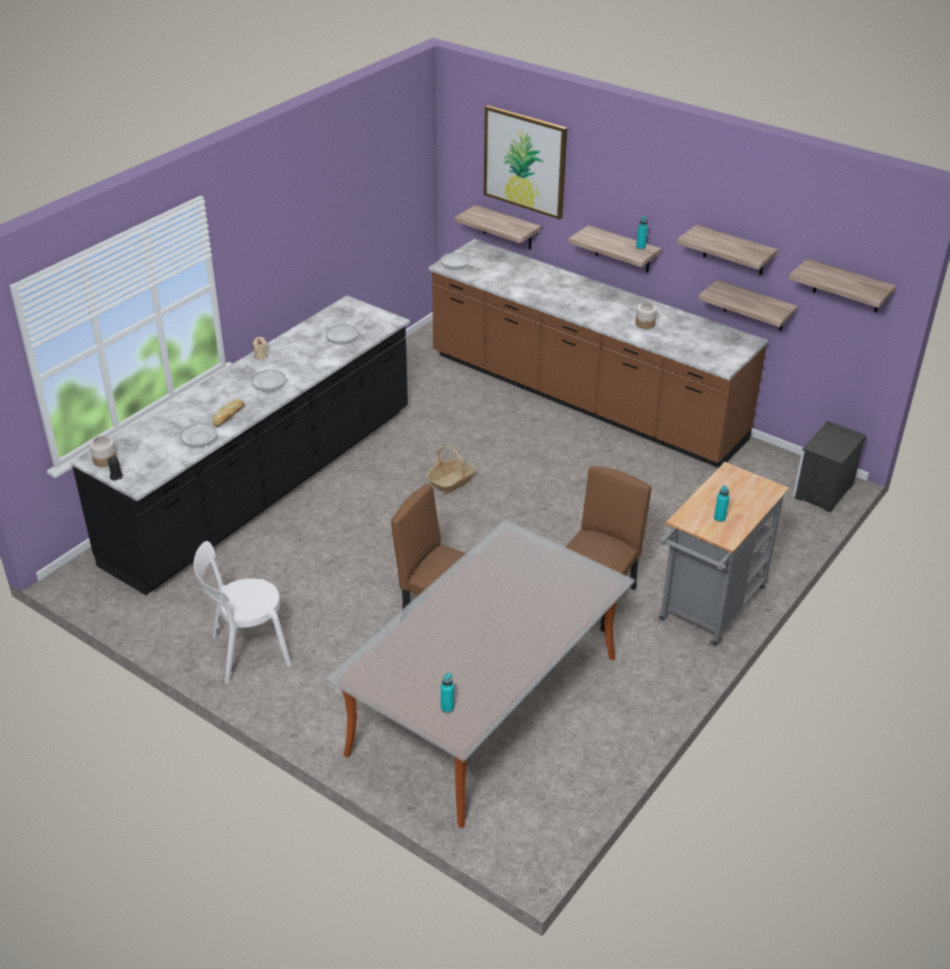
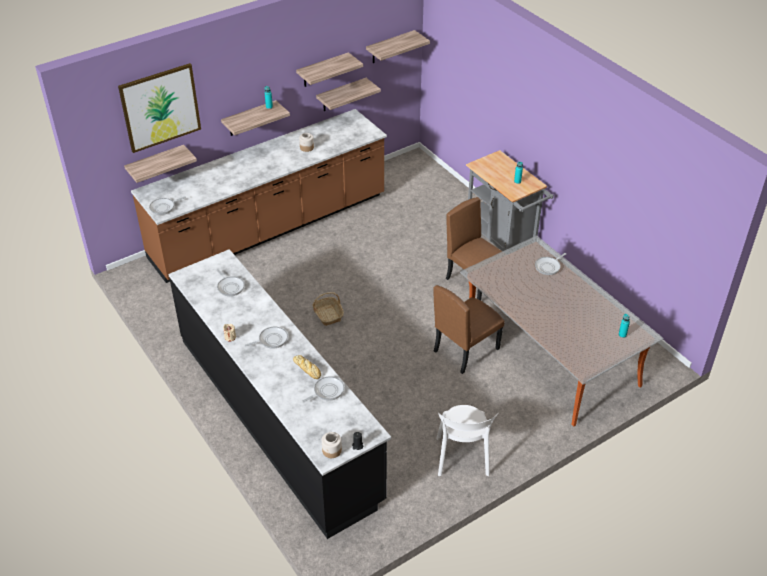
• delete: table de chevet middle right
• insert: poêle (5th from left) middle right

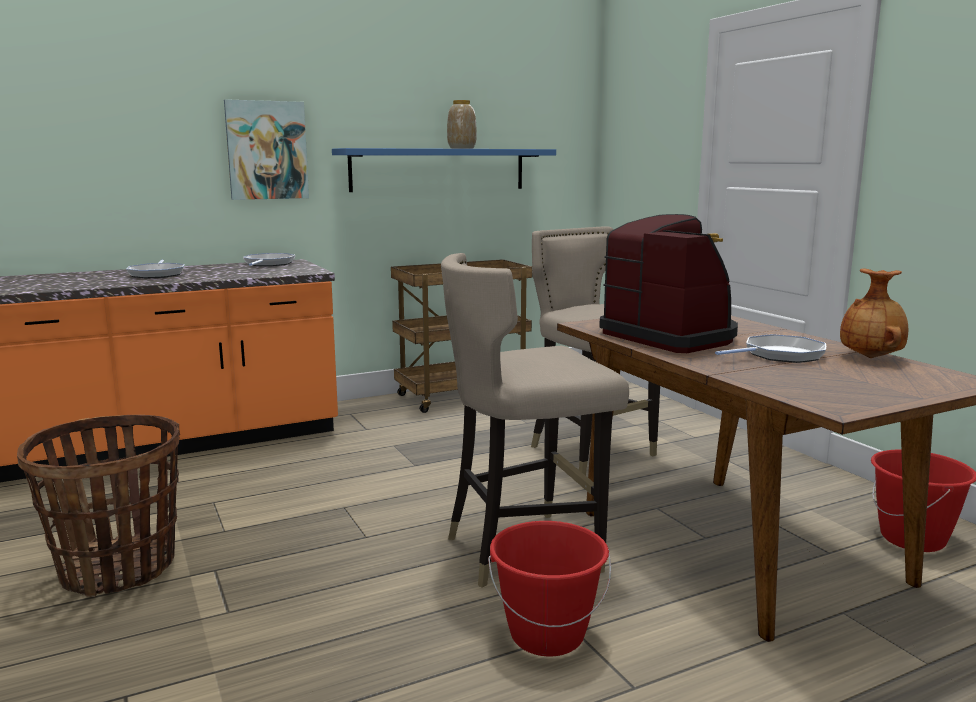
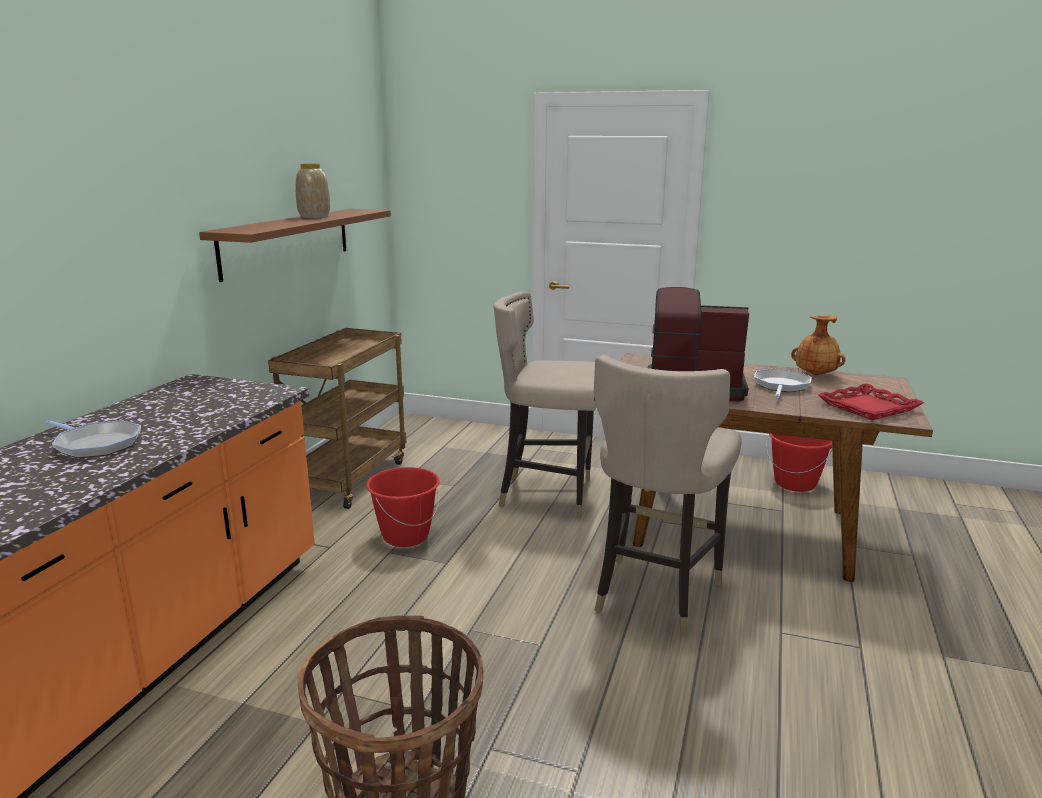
• delete: tableau top left
• delete: poêle (2nd from left) middle left
• recolor: étagère/bleu top centre to étagère/marron top left
• move: seau/rouge (1st from left) bottom centre to centre
• insert: plateau/rouge middle right

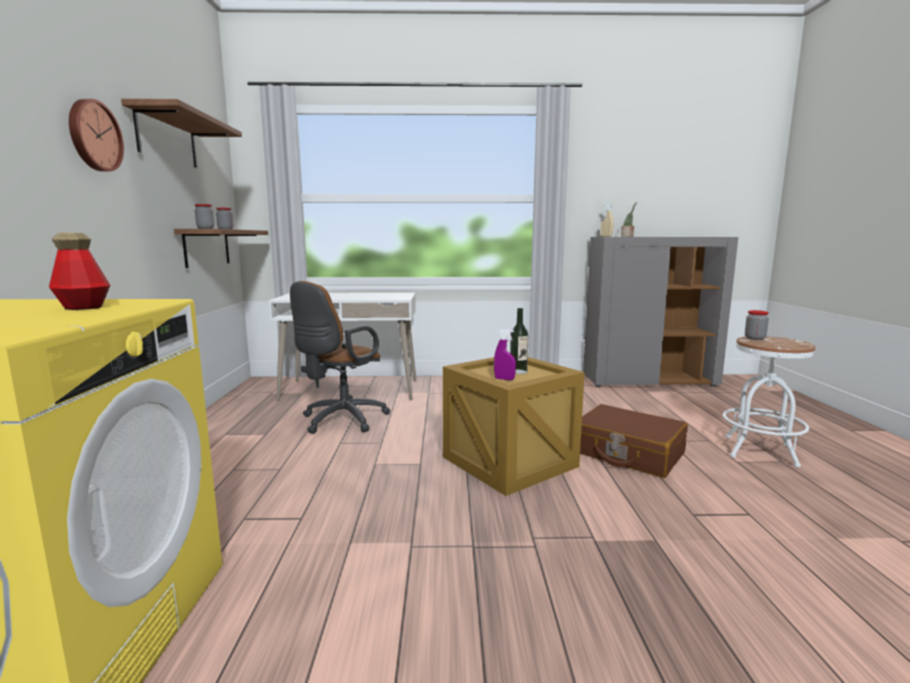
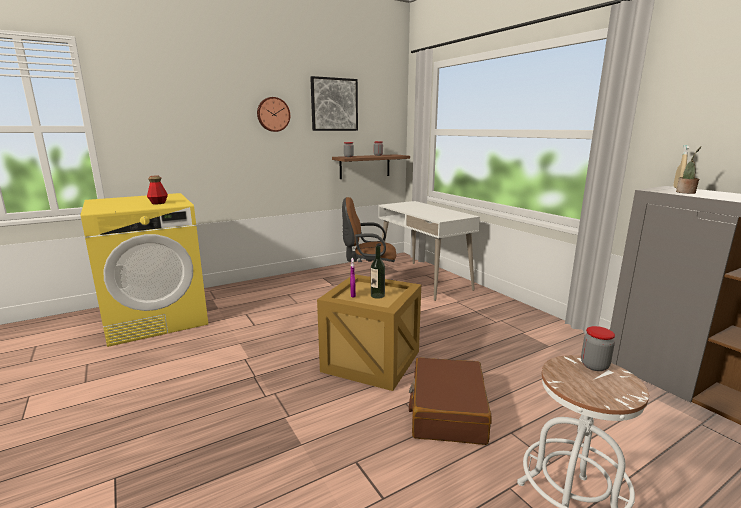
• replace: étagère (1st from left) top left to tableau top centre

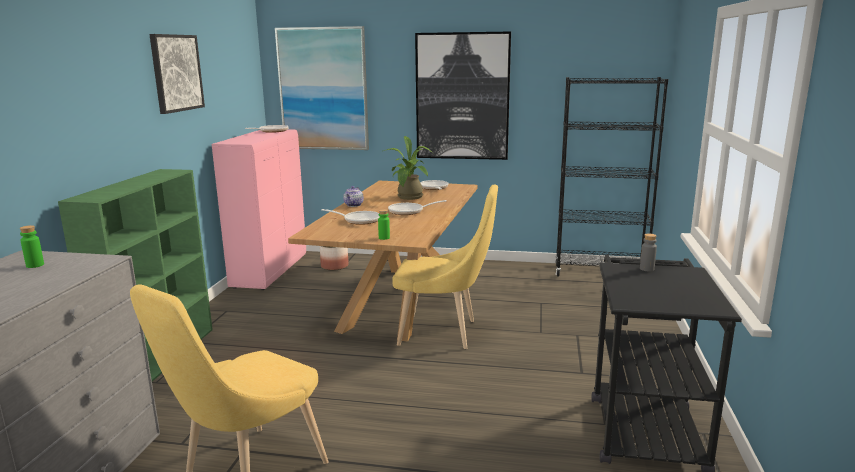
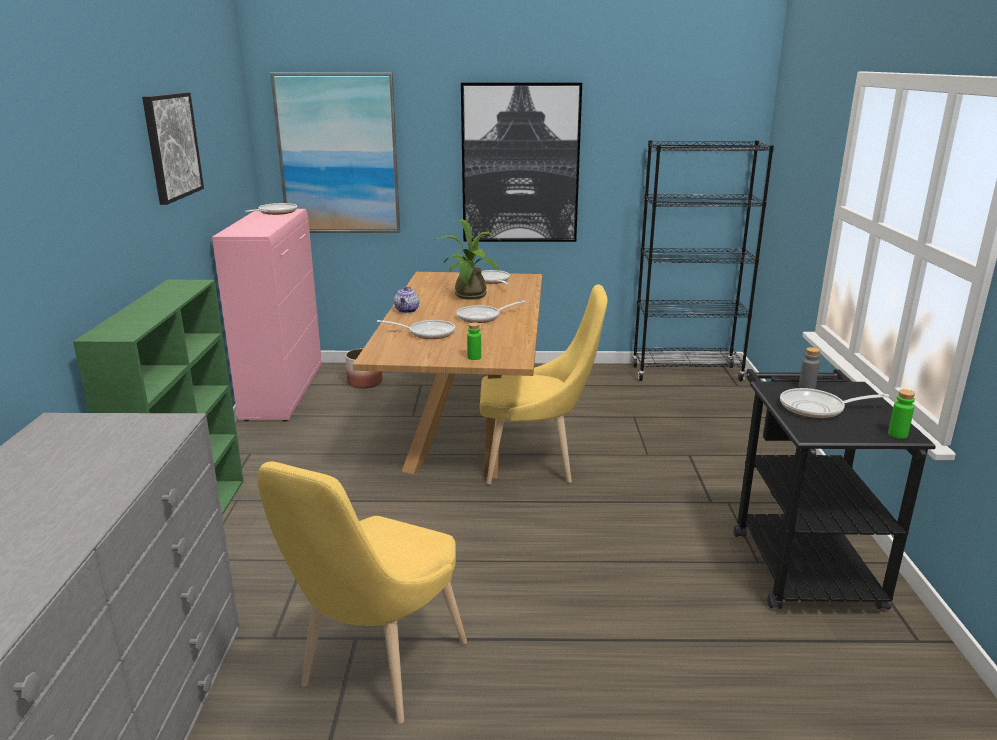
• move: bouteille/vert (1st from left in the first image) middle left to bouteille/vert (2nd from left) middle right
• insert: poêle (5th from left) middle right

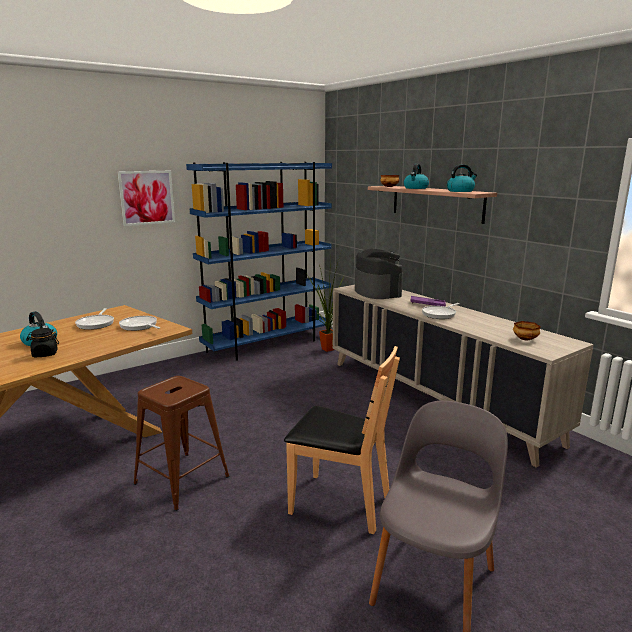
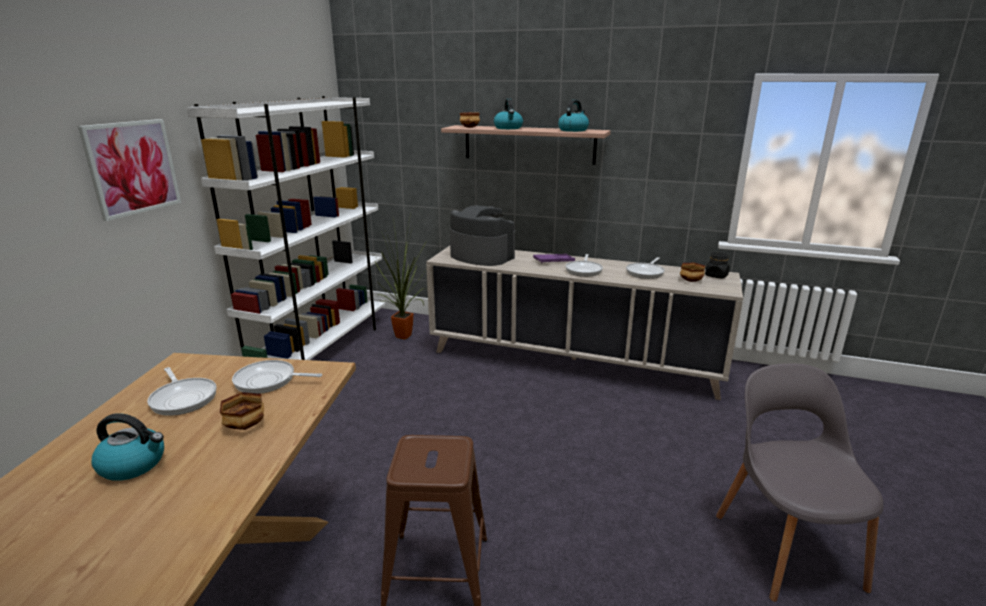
• move: bocal/noir middle left to middle right
• recolor: bibliothèque/bleu centre to bibliothèque/blanc middle left
• delete: chaise/marron bottom centre
• insert: bol (1st from left) bottom left
• insert: poêle (4th from left) centre

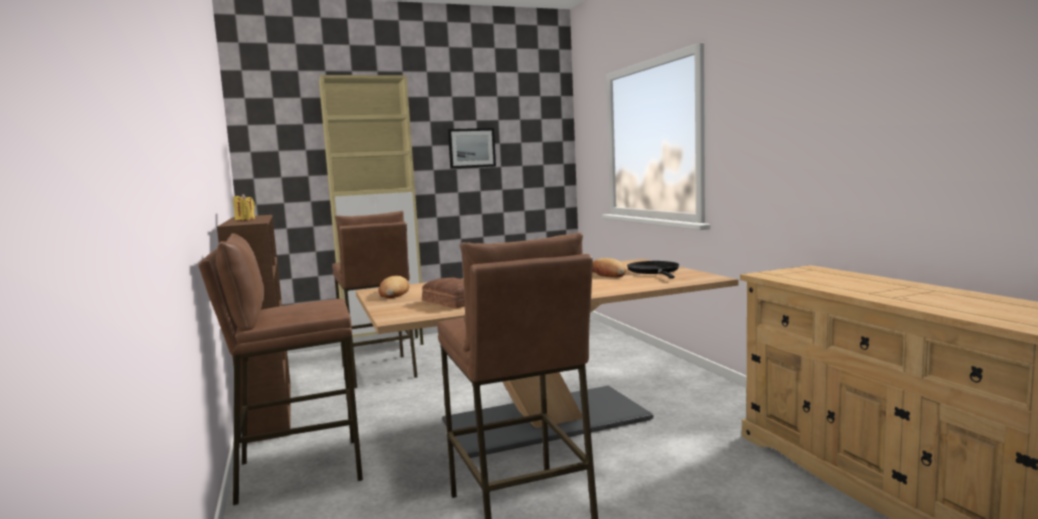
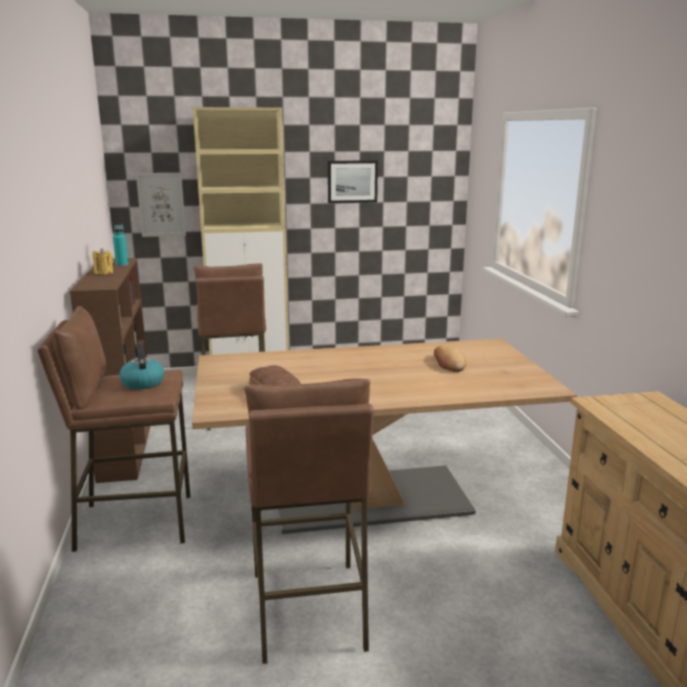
• delete: pain (1st from left) centre
• delete: poêle/noir centre
• insert: bouteille/turquoise middle left
• insert: bouilloire middle left
• insert: tableau (1st from left) top left

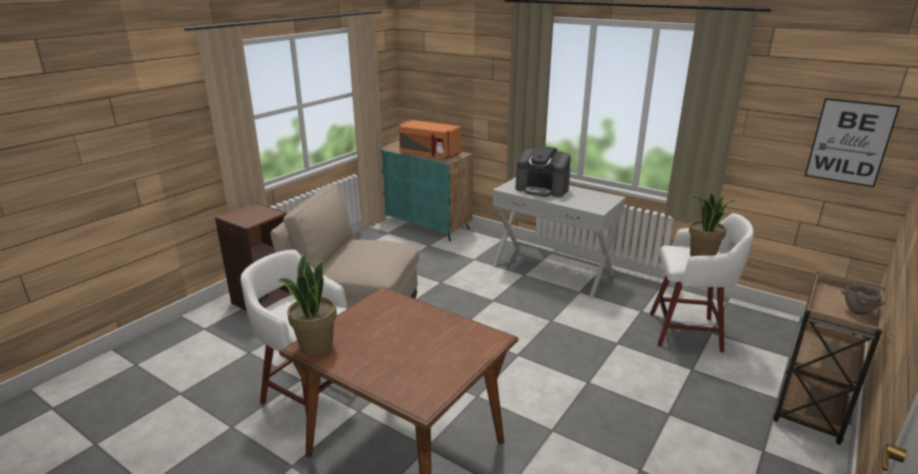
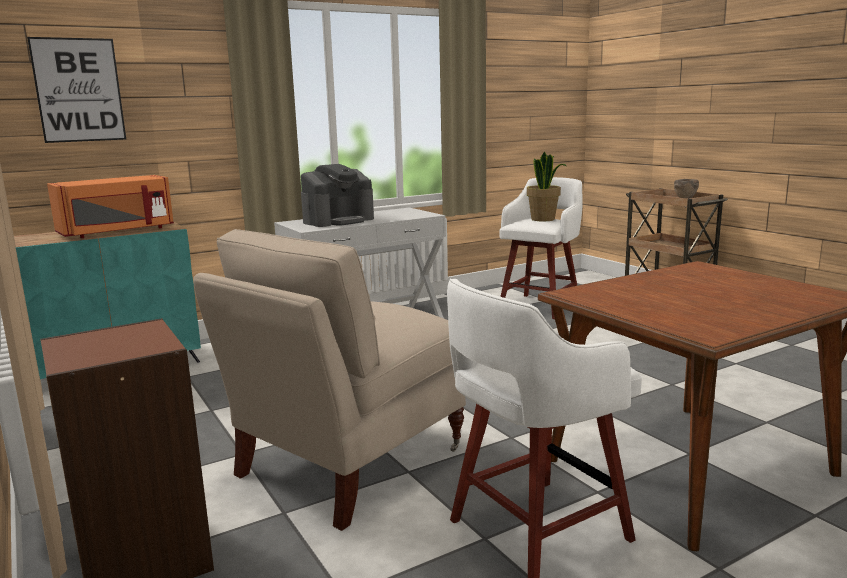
• delete: plante en pot (1st from left) centre
• move: tableau top right to top left

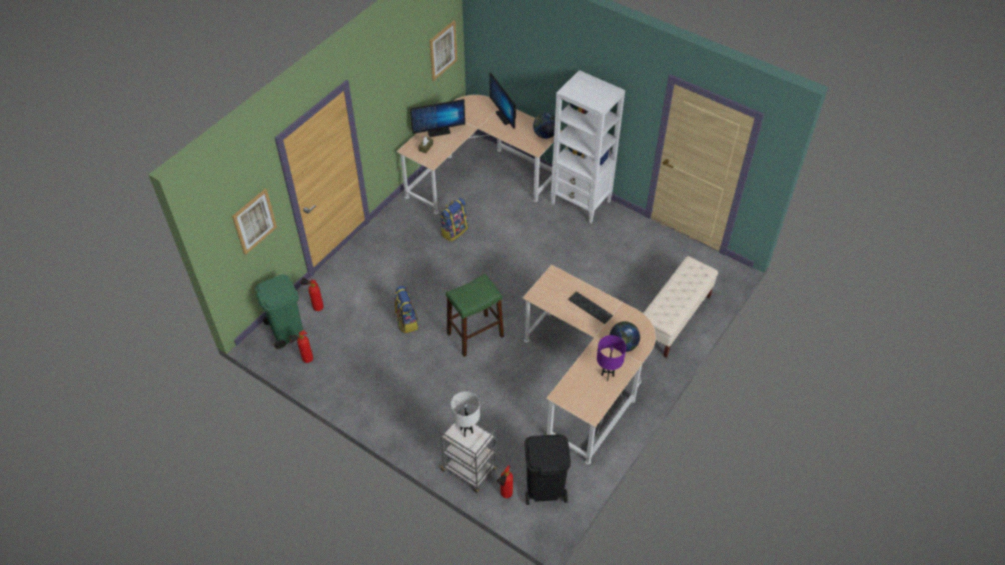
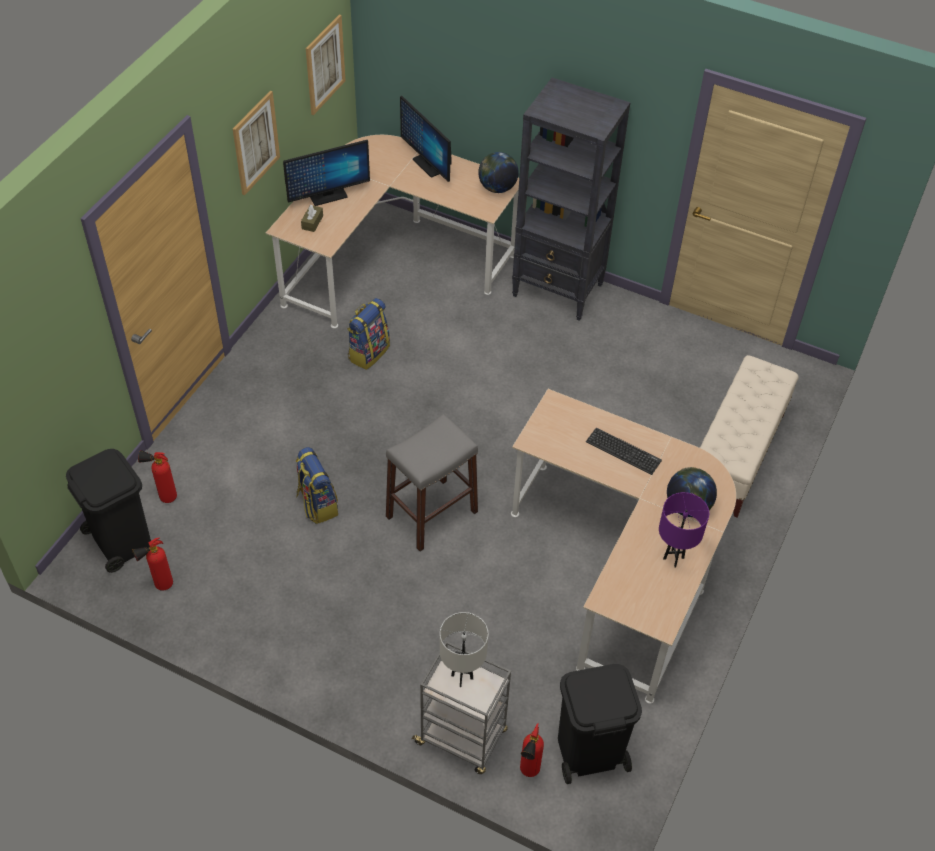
• move: tableau (1st from left) middle left to top left
• recolor: poubelle/vert middle left to poubelle/noir (1st from left) middle left
• recolor: tabouret/vert centre to tabouret/gris centre
• recolor: bibliothèque/blanc top centre to bibliothèque/noir top centre

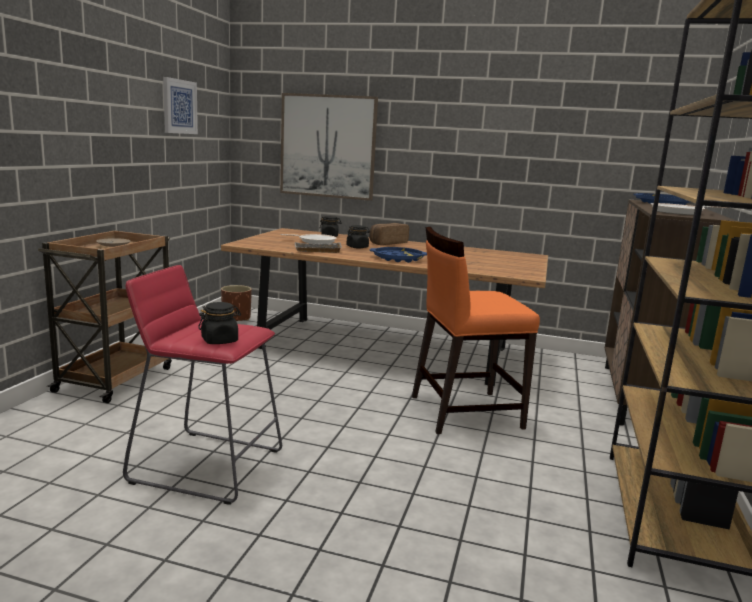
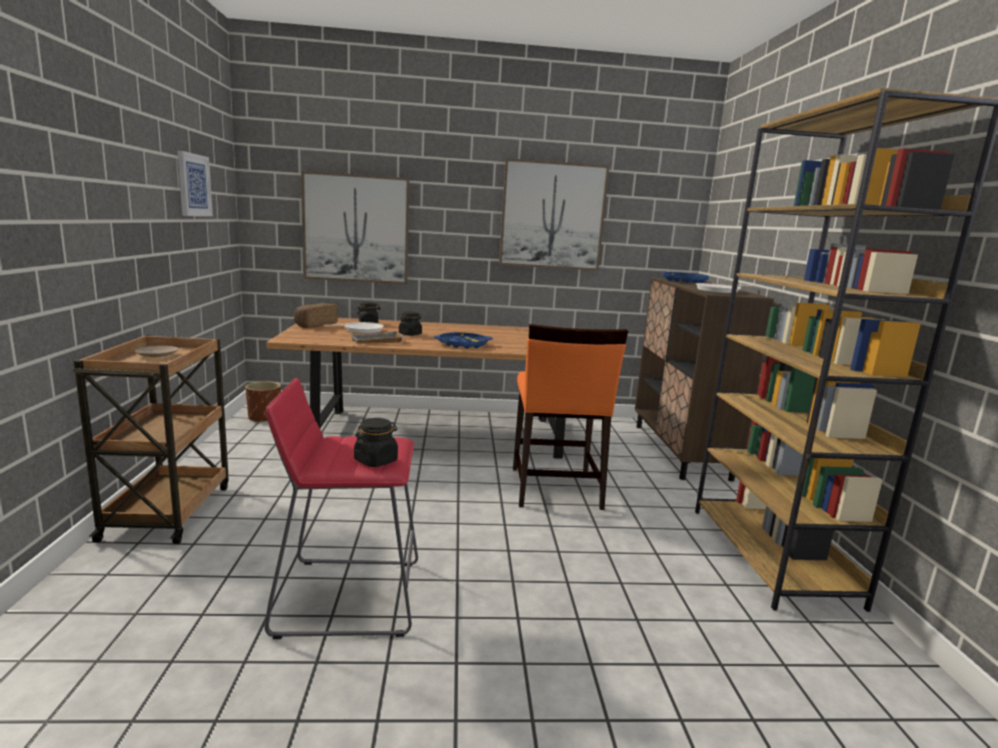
• move: pain centre to middle left
• rotate: chaise/orange centre = centre 60 degrees counterclockwise
• insert: tableau (3rd from left) top centre

